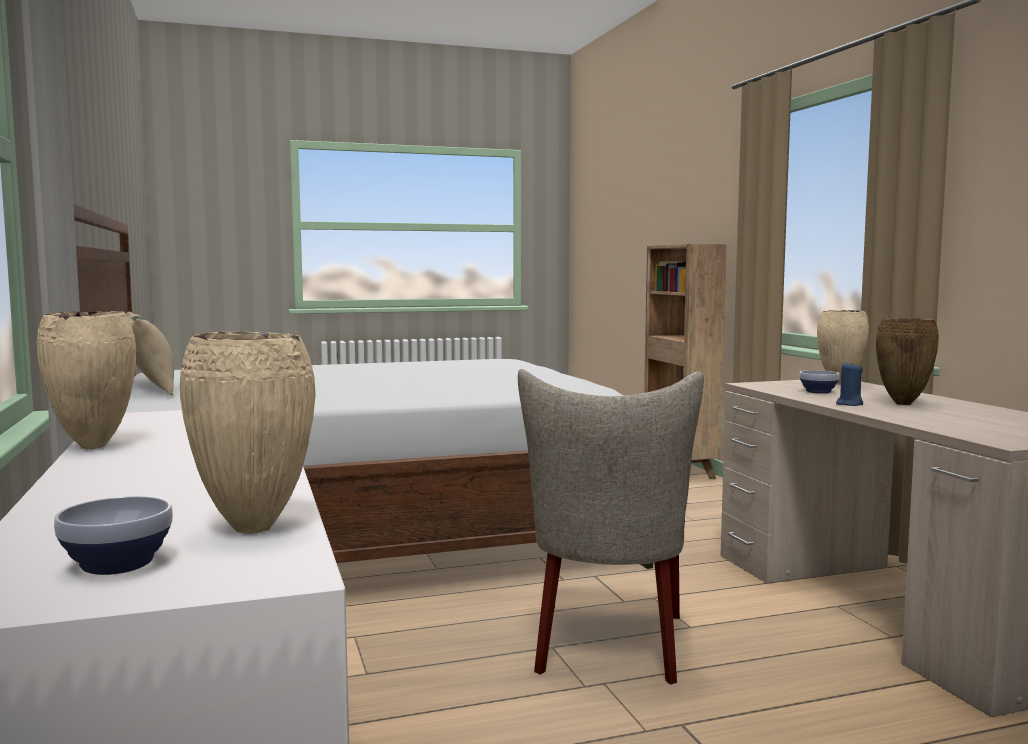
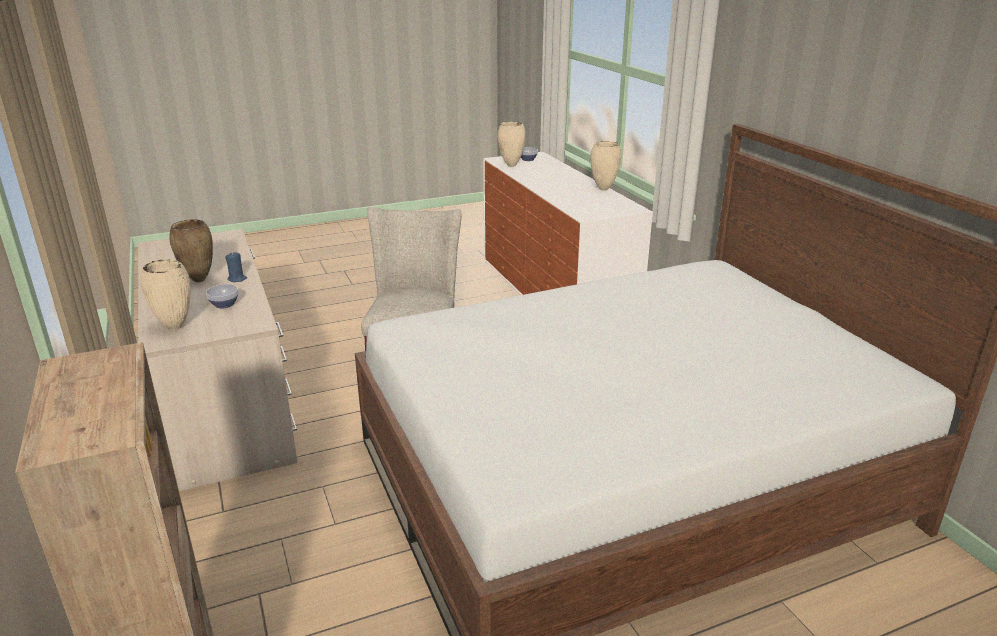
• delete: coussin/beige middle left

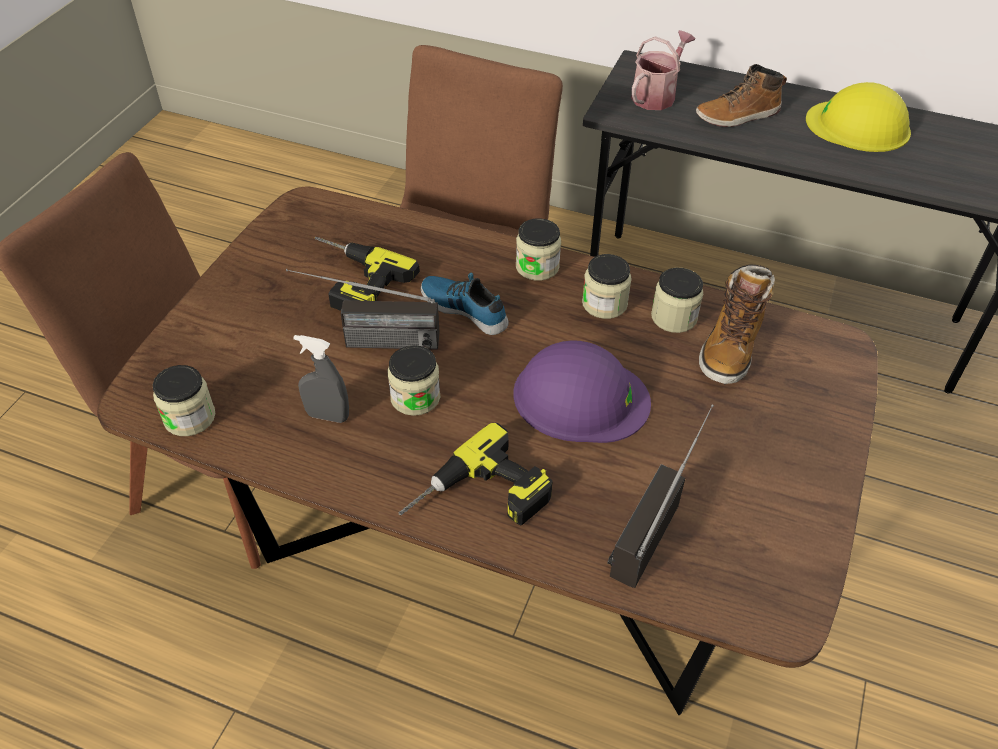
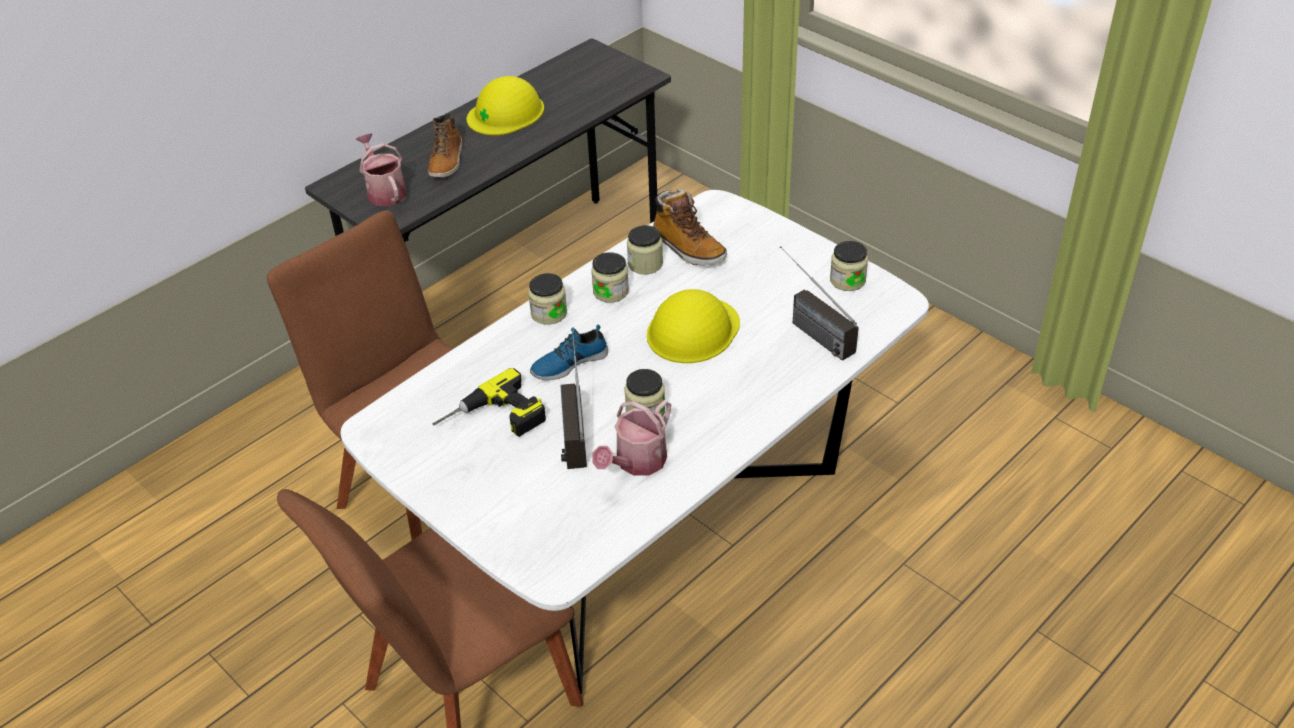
• recolor: table à manger/marron centre to table à manger/blanc centre
• move: bocal (1st from left in the first image) middle left to bocal (5th from left) centre
• rotate: radio (1st from left) centre = centre 150 degrees clockwise
• replace: vaporisateur/gris middle left to arrosoir (2nd from left) centre
• delete: perceuse (2nd from left) centre
• recolor: casque de chantier/violet centre to casque de chantier/jaune (2nd from left) centre

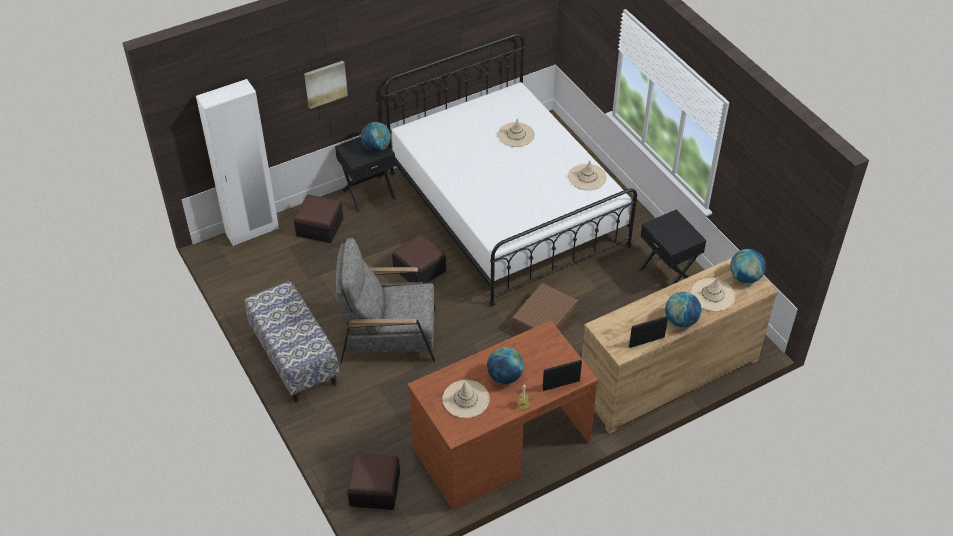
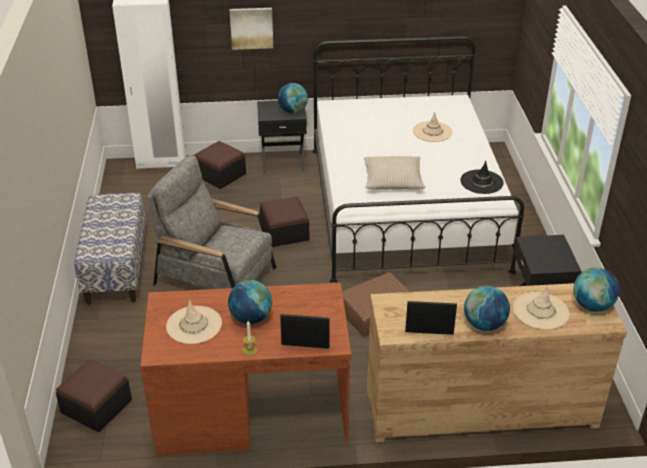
• recolor: chapeau/beige (3rd from left) top centre to chapeau/noir middle right
• insert: coussin/beige centre

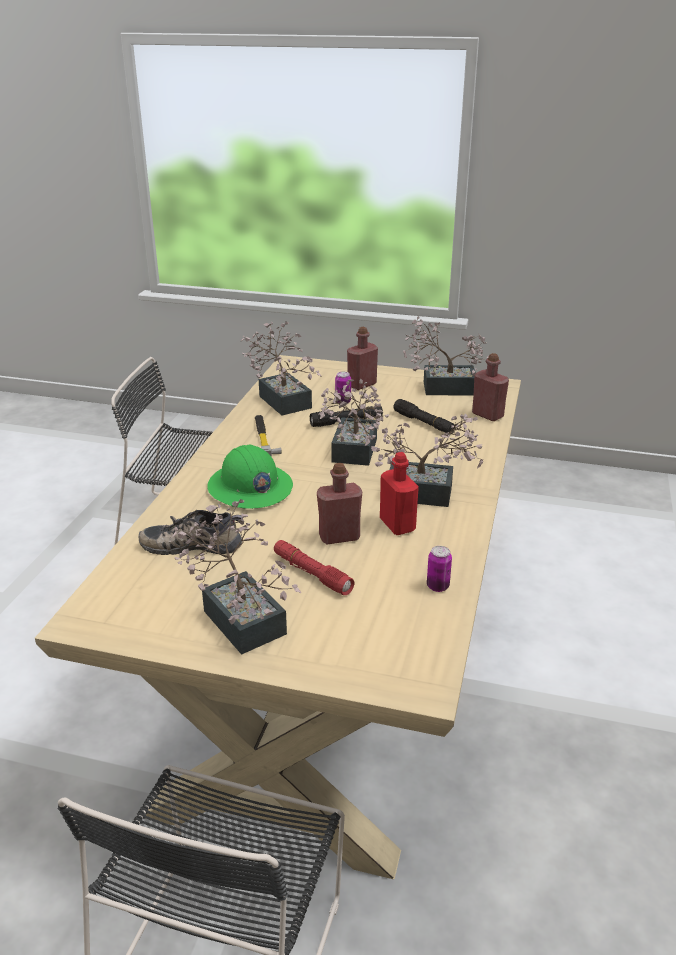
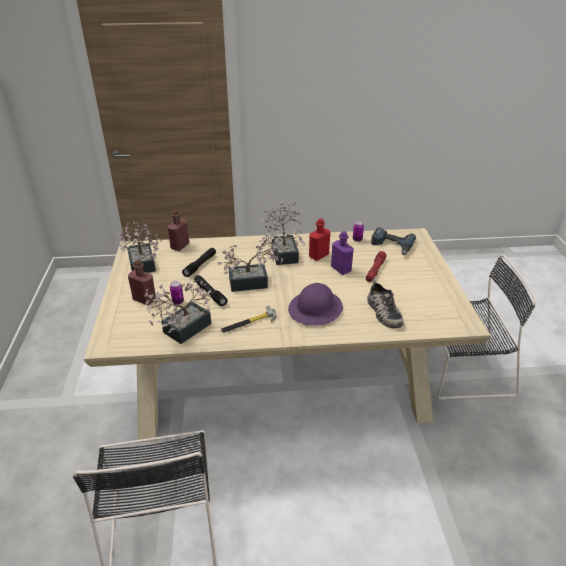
• delete: plante en pot (1st from left) centre
• recolor: casque de chantier/vert centre to casque de chantier/violet centre
• recolor: bouteille/rouge (1st from left) centre to bouteille/violet centre
• insert: perceuse middle right

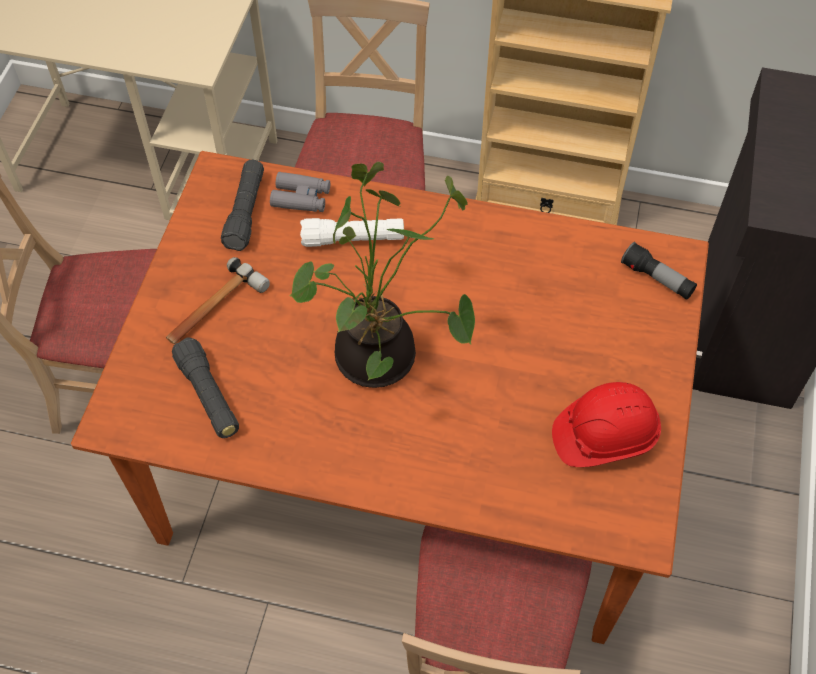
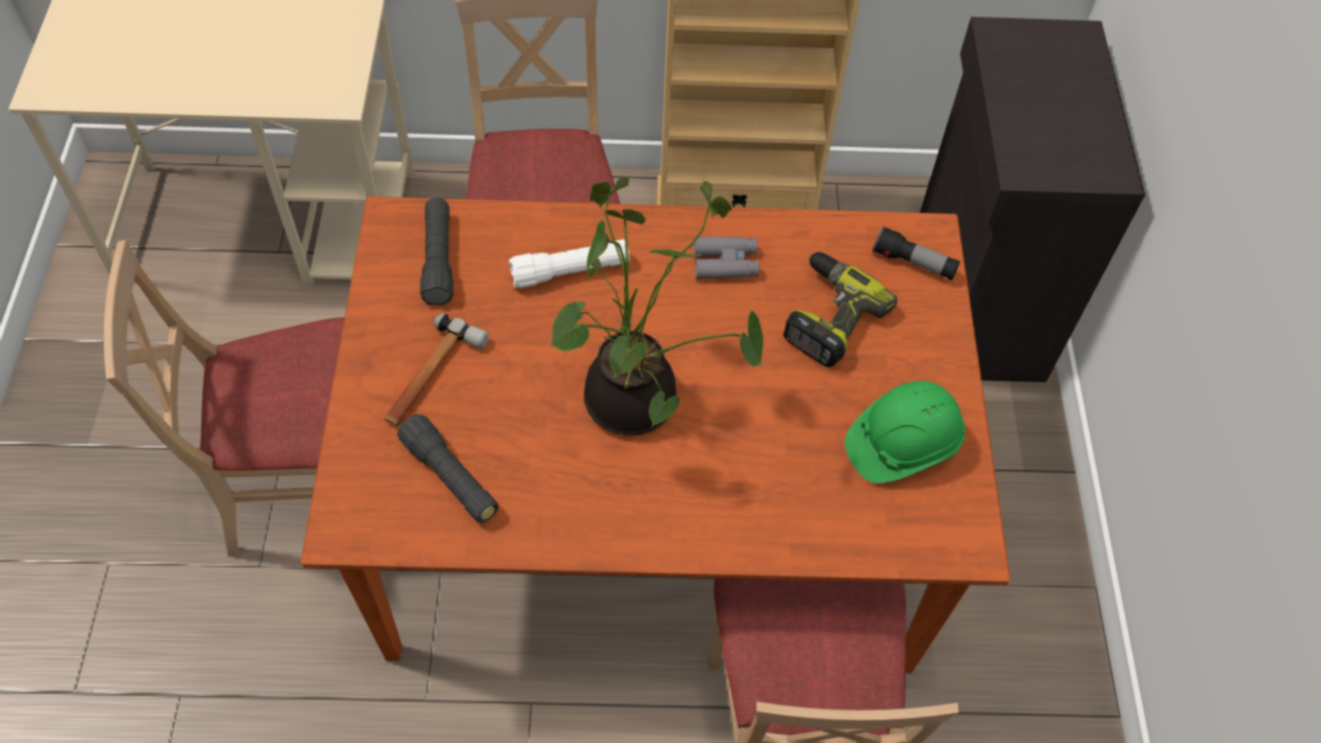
• move: jumelles/gris top centre to centre
• recolor: casque de chantier/rouge middle right to casque de chantier/vert middle right
• insert: perceuse centre

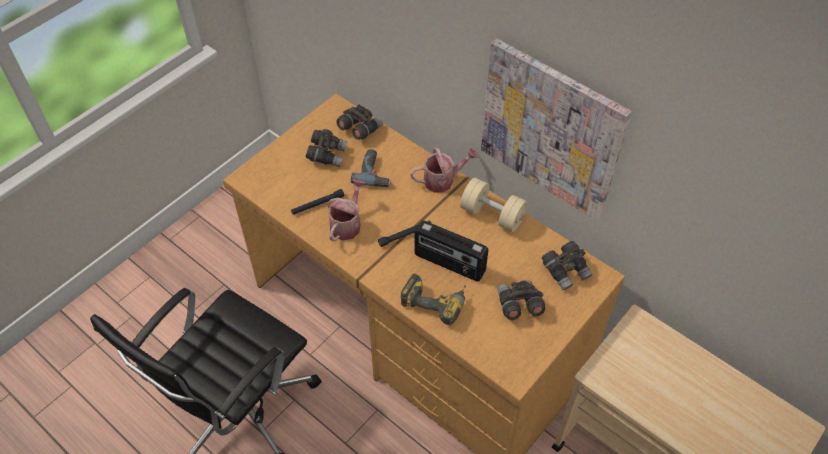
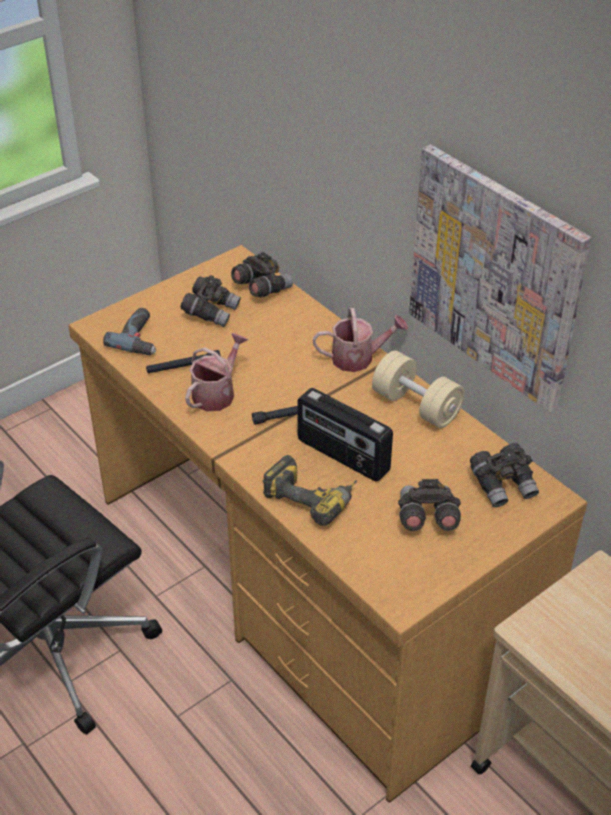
• move: perceuse (1st from left) centre to middle left

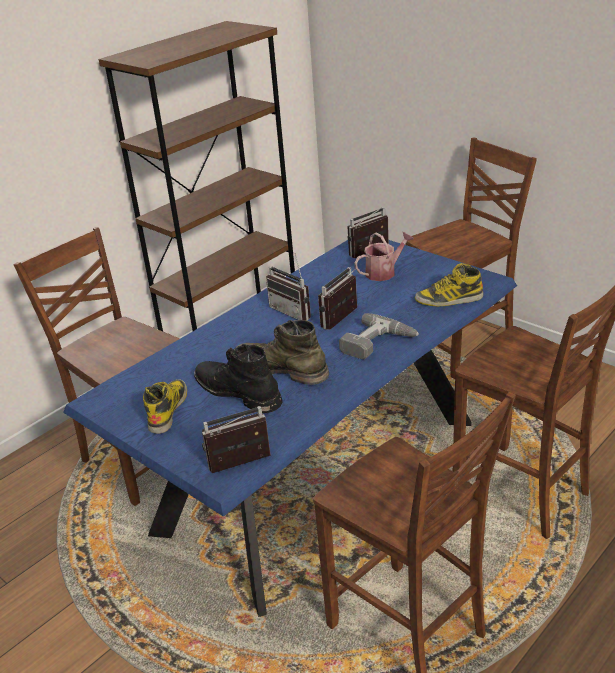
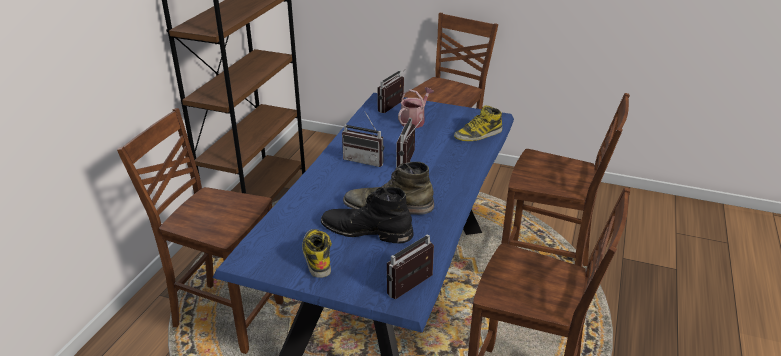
• delete: perceuse centre

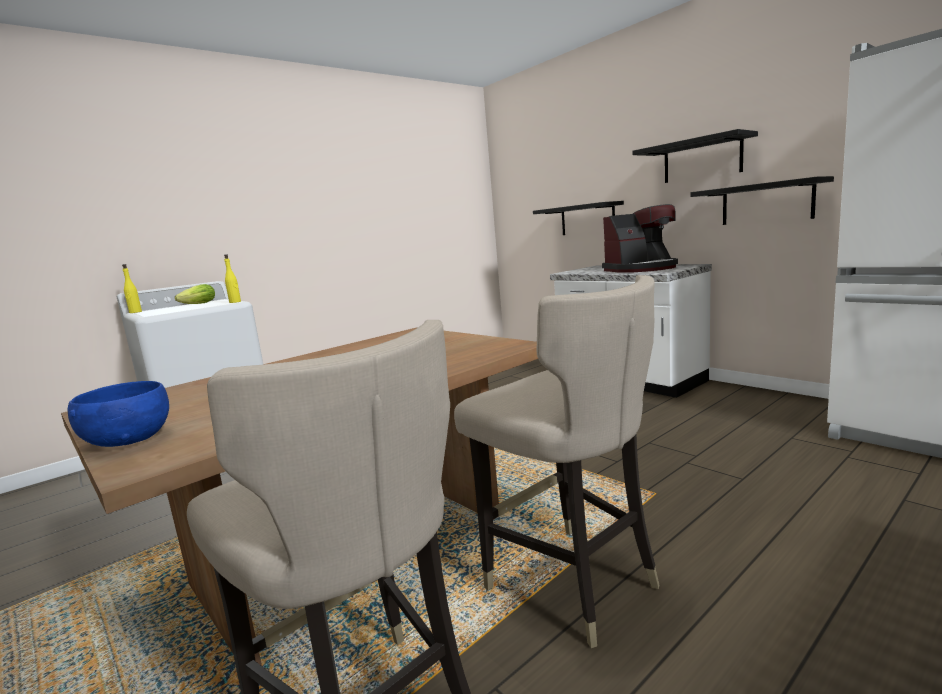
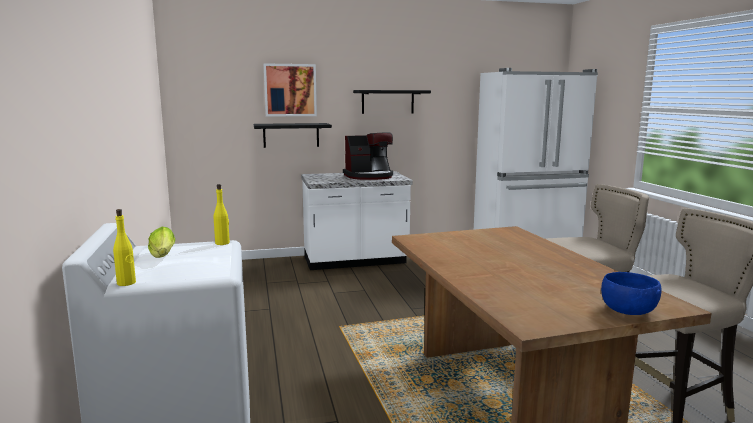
• rotate: machine à café middle right = centre 60 degrees clockwise
• delete: étagère/noir (3rd from left) top right
• insert: tableau top centre

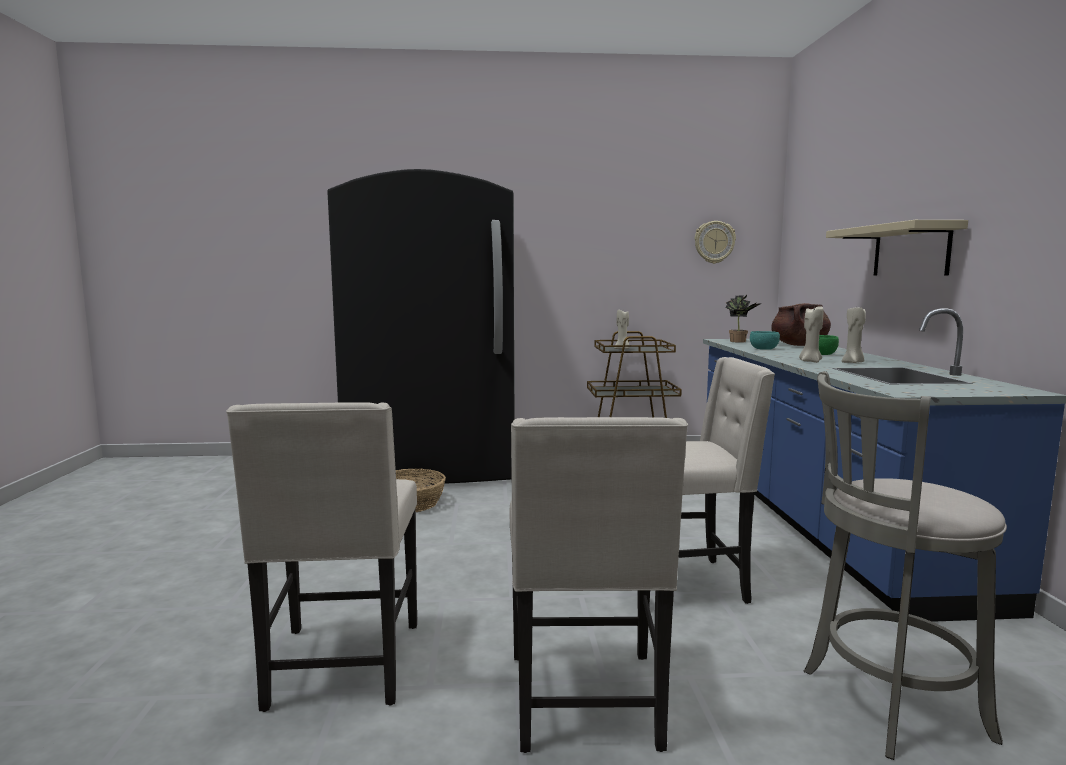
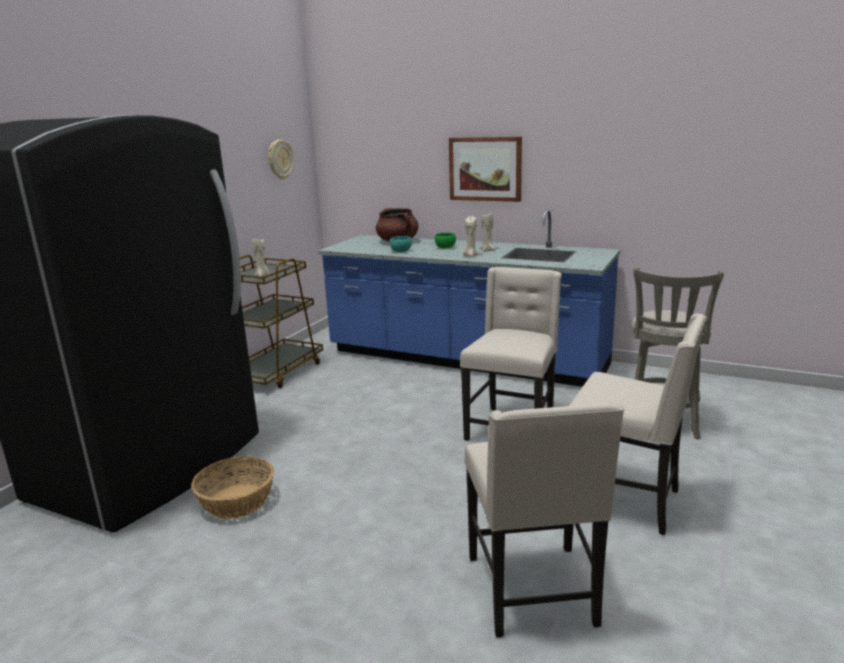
• rotate: chaise/beige (1st from left in the first image) bottom left = bottom centre 60 degrees clockwise
• delete: plante en pot middle right
• replace: étagère/beige top right to tableau top centre

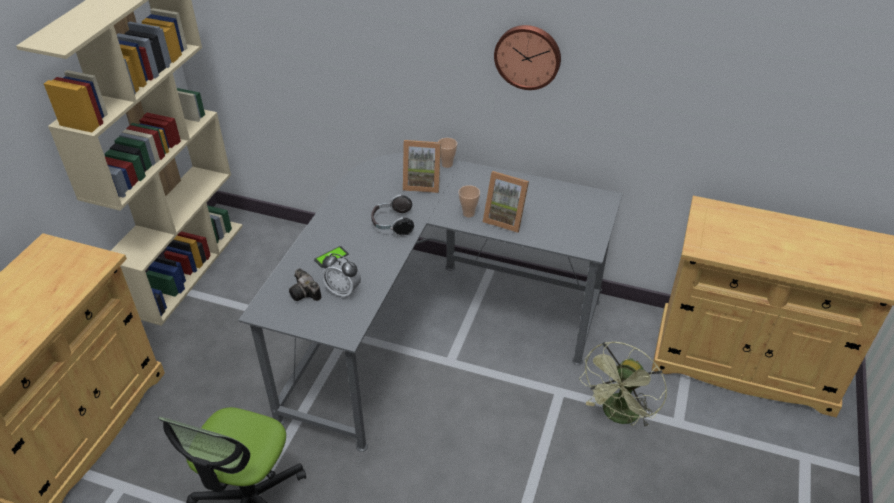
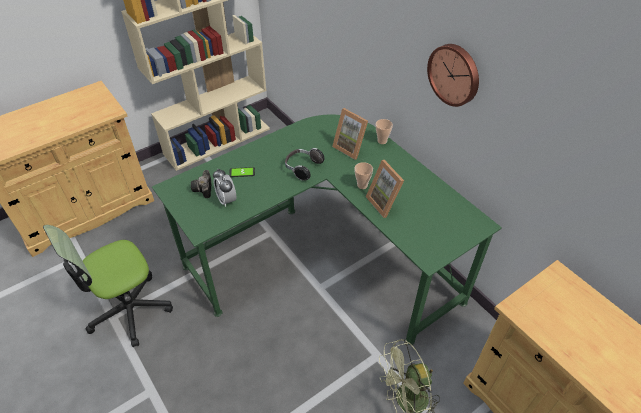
• recolor: bureau/gris centre to bureau/vert centre

